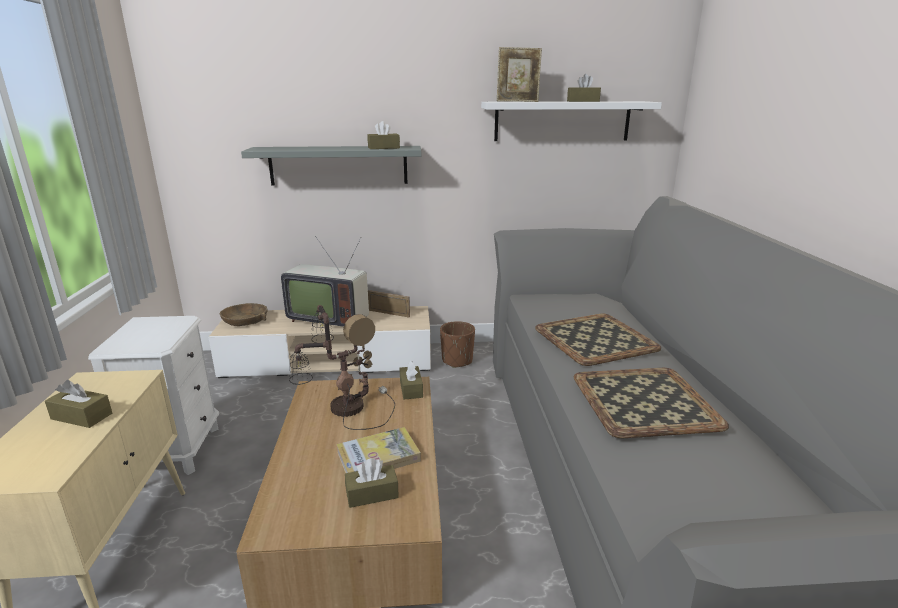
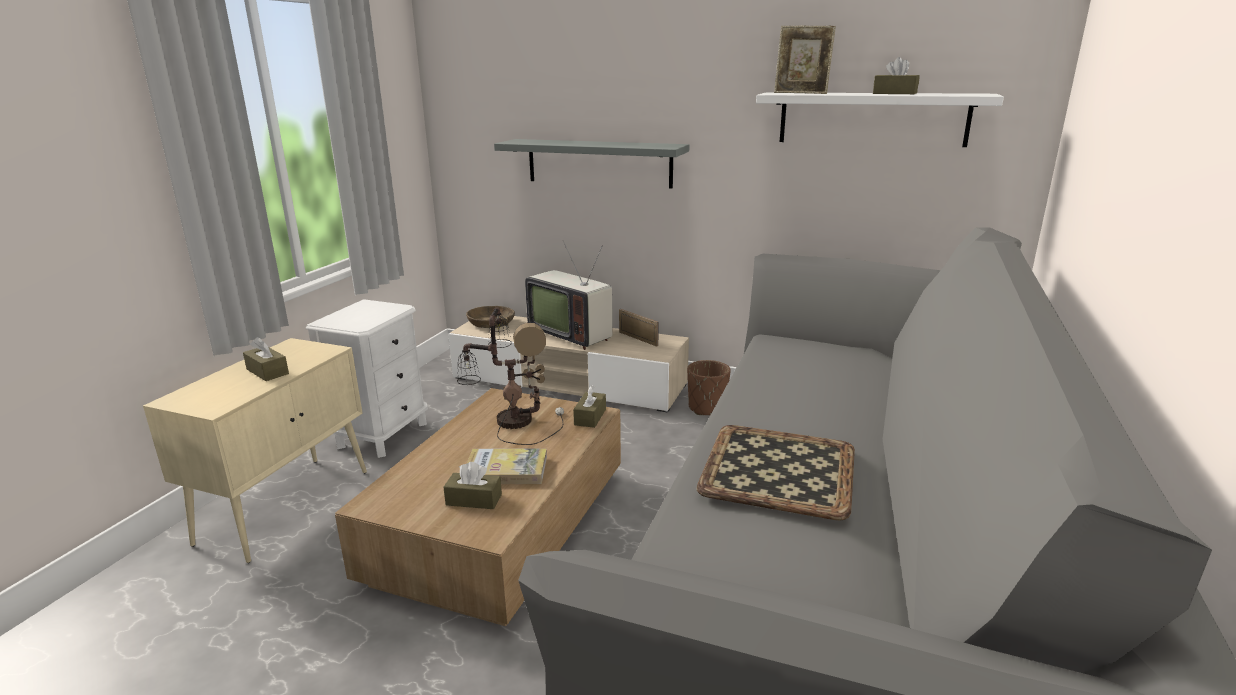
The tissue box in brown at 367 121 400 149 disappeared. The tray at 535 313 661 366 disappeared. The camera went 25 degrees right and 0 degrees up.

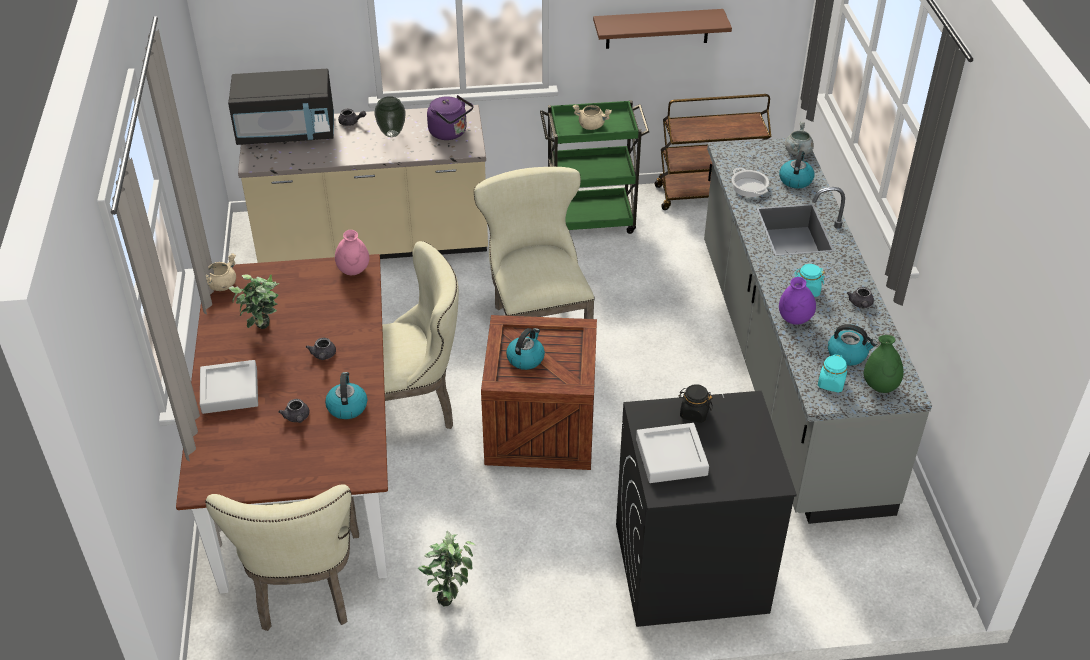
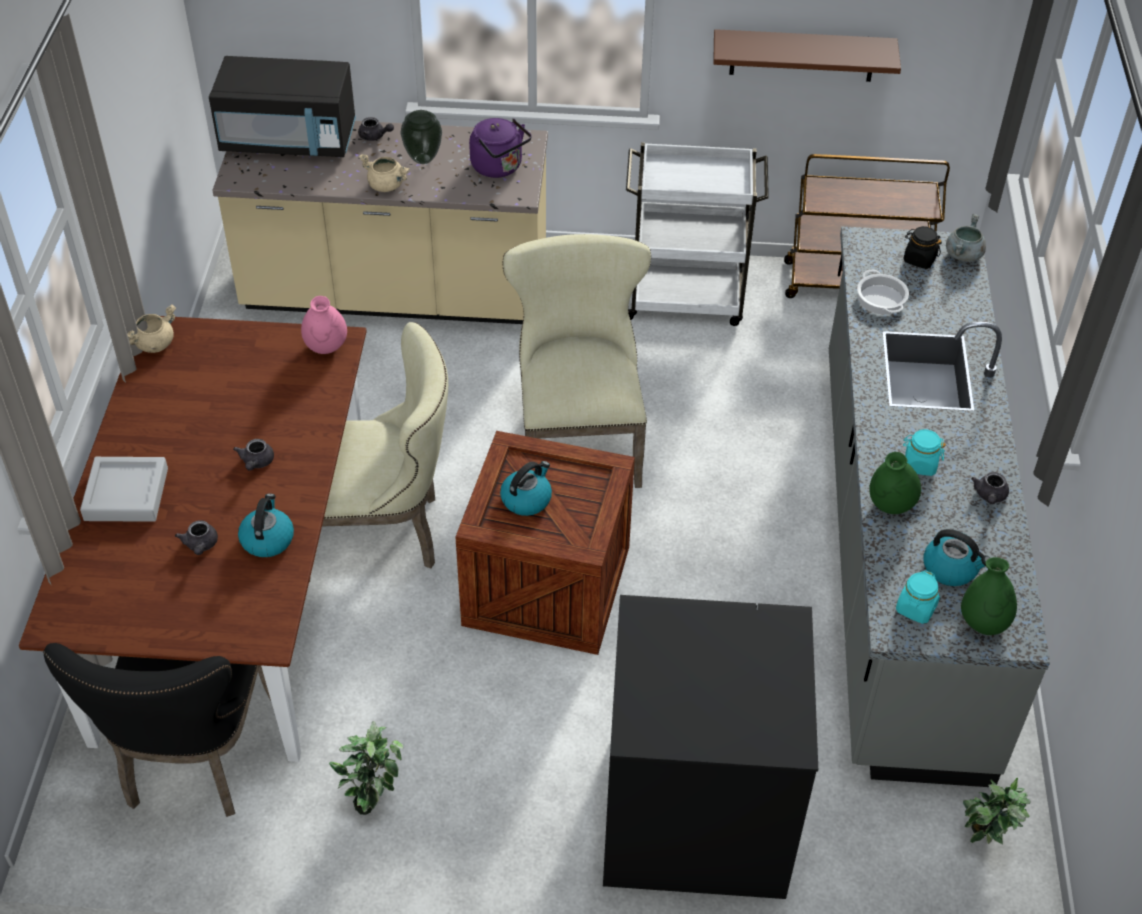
The tray in grey at 636 423 709 483 disappeared. The kettle at 779 150 815 188 disappeared. The potted plant moved from 229 274 279 329 to 963 778 1031 844. The cooking pot in beige moved from 573 105 612 130 to 359 154 409 192. The jar in black moved from 678 384 713 423 to 903 226 942 269. The chair in beige at 205 484 359 631 became the chair in black at 43 643 271 817. The cart in green at 540 100 649 234 became the cart in white at 626 142 769 326. The vase in purple at 779 277 816 325 became the vase in green at 869 452 921 514. The camera went 10 degrees right and 5 degrees up.

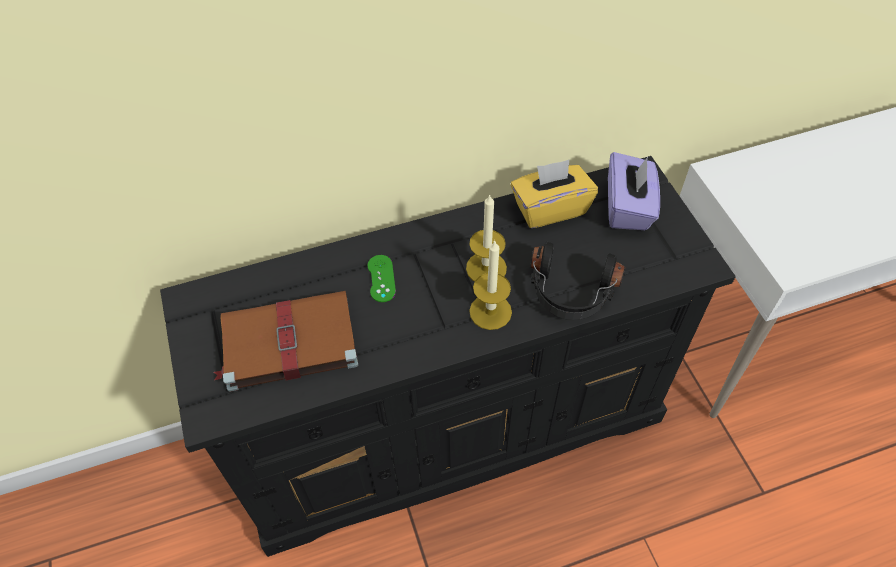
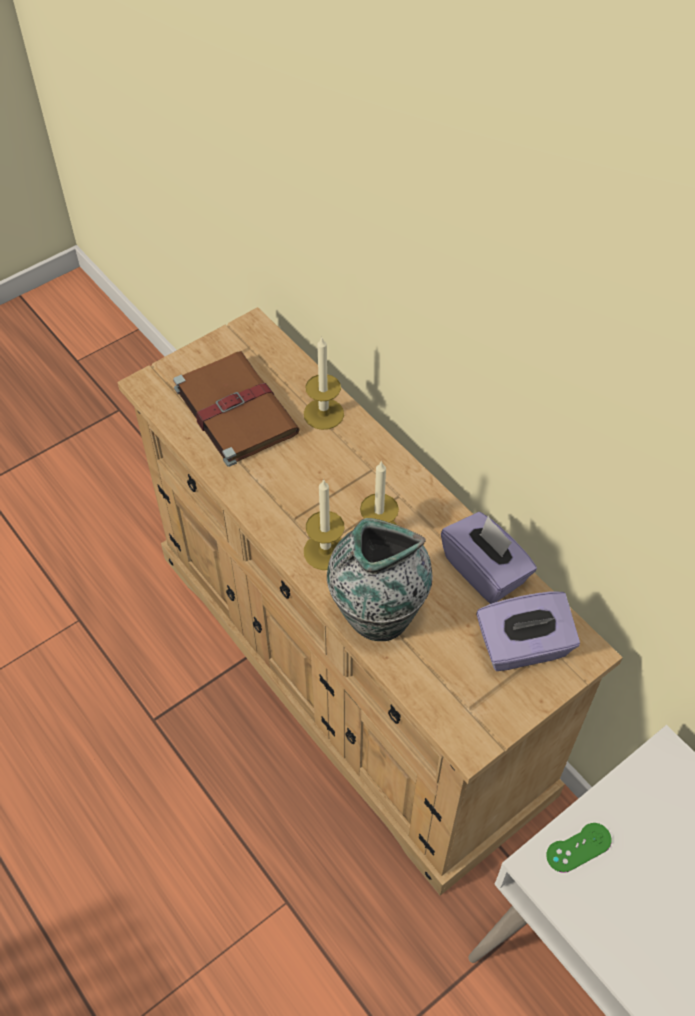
The candle at 304 336 344 430 appeared. The game controller in green moved from 367 255 396 302 to 546 823 612 873. The headphones in black at 530 242 625 320 was replaced by the vase at 327 518 433 641. The dresser in black at 160 156 736 557 became the dresser in beige at 117 307 623 896. The tissue box in yellow at 511 160 598 228 became the tissue box in purple at 441 512 537 604. The camera went 70 degrees right and 0 degrees up.

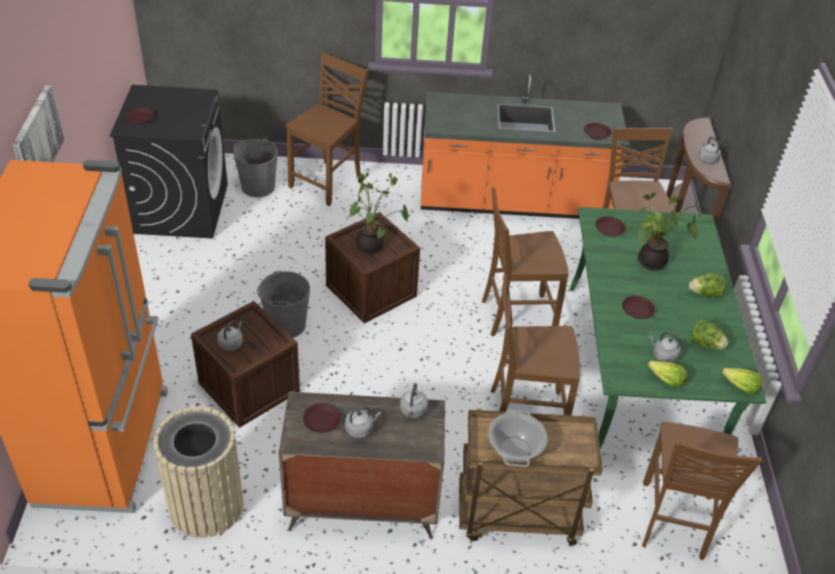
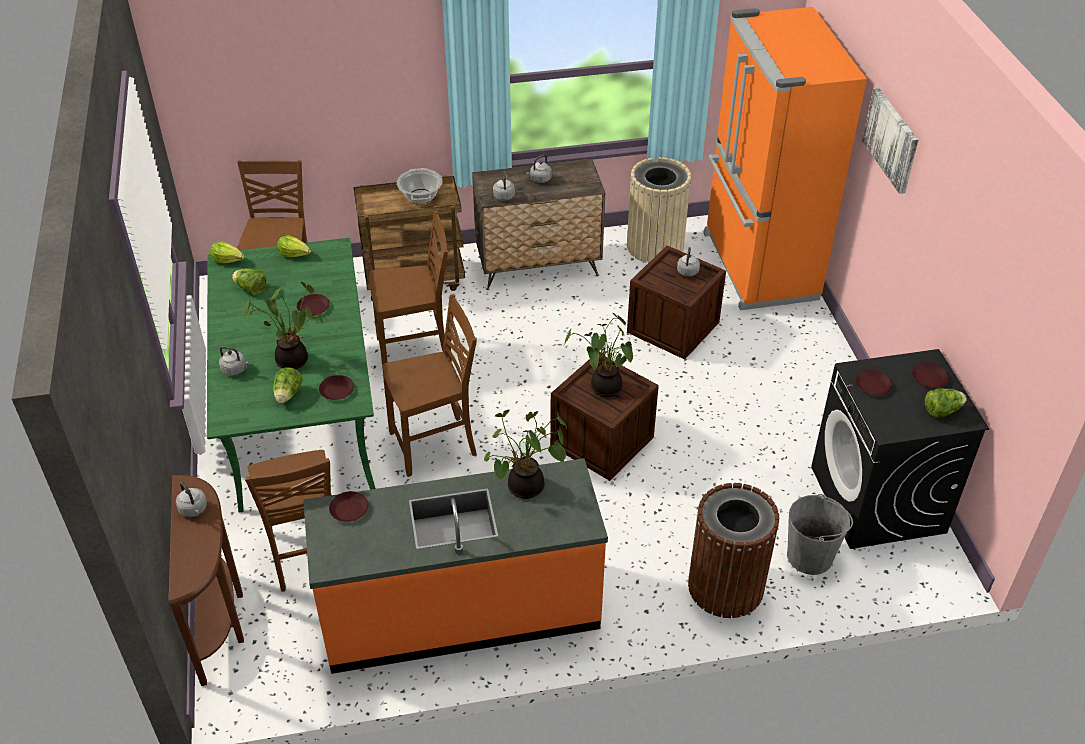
The bucket in grey at 257 270 310 338 disappeared. The potted plant at 484 409 567 499 appeared. The plate in brown moved from 303 403 341 433 to 855 370 892 395. The kettle in grey moved from 650 332 681 363 to 219 346 249 376. The lettuce moved from 689 272 726 297 to 925 388 967 417. The chair in brown at 286 52 369 206 was replaced by the trash can in brown at 688 483 779 618. The camera went 170 degrees right and 0 degrees up.

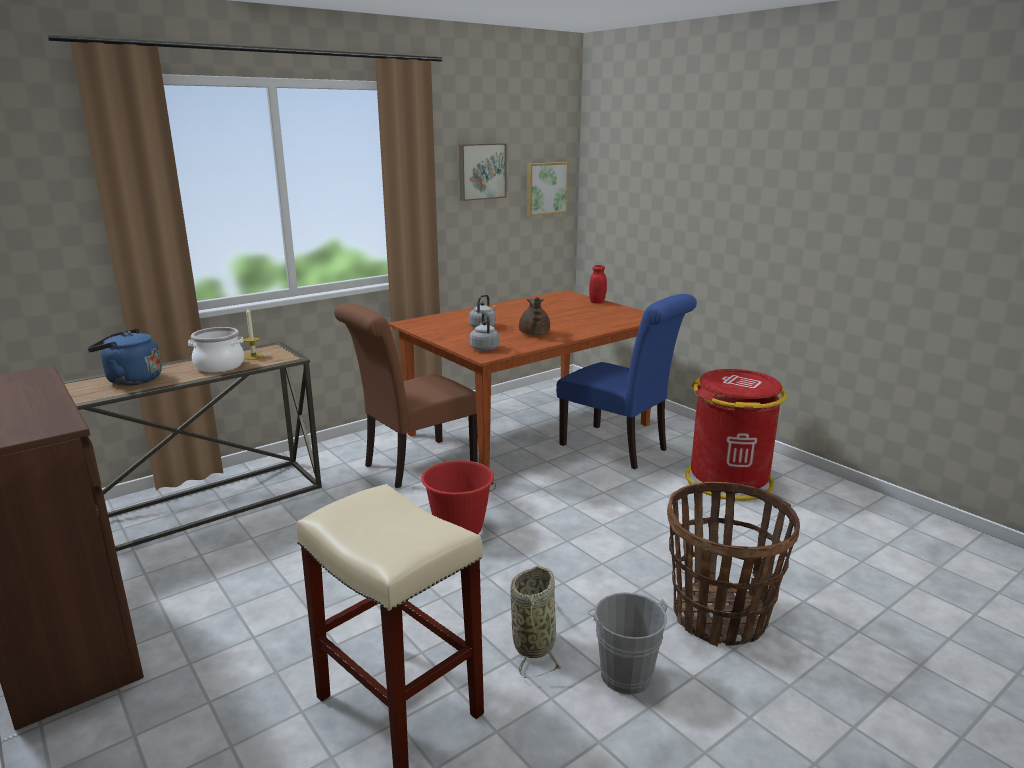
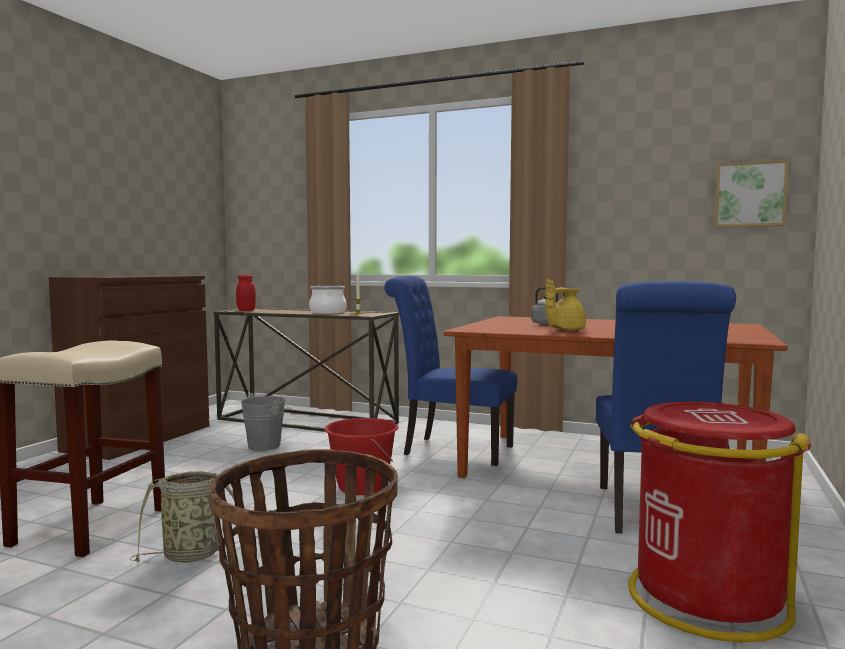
The kettle in blue at 88 329 162 386 disappeared. The picture at 459 143 507 201 disappeared. The kettle in grey at 470 312 499 351 disappeared. The bucket in grey moved from 588 592 668 695 to 241 393 294 451. The jar in red moved from 589 265 607 304 to 236 275 256 311. The chair in brown at 334 303 478 488 became the chair in blue at 384 276 517 466. The teapot in brown at 519 297 550 335 became the teapot in yellow at 545 279 586 330. The camera went 60 degrees right and 15 degrees down.

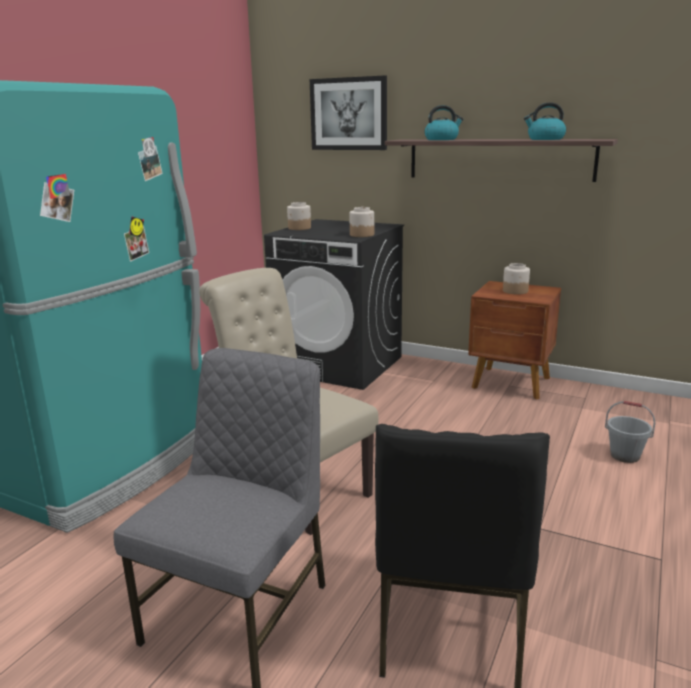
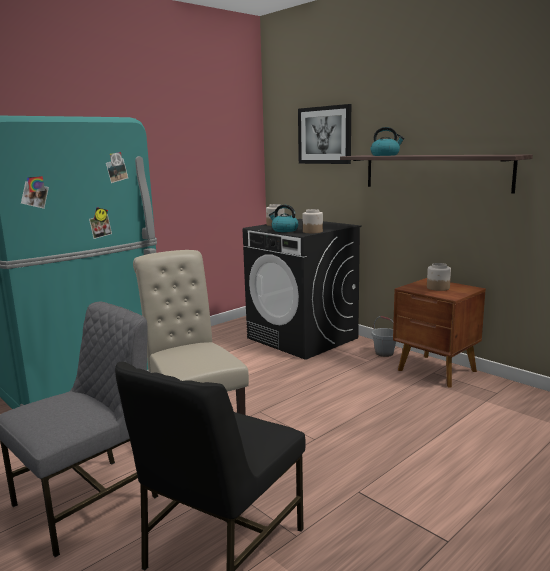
The kettle moved from 524 102 566 140 to 269 205 299 232. The bucket in grey moved from 605 401 655 463 to 372 316 396 357. The camera went 20 degrees right and 5 degrees down.

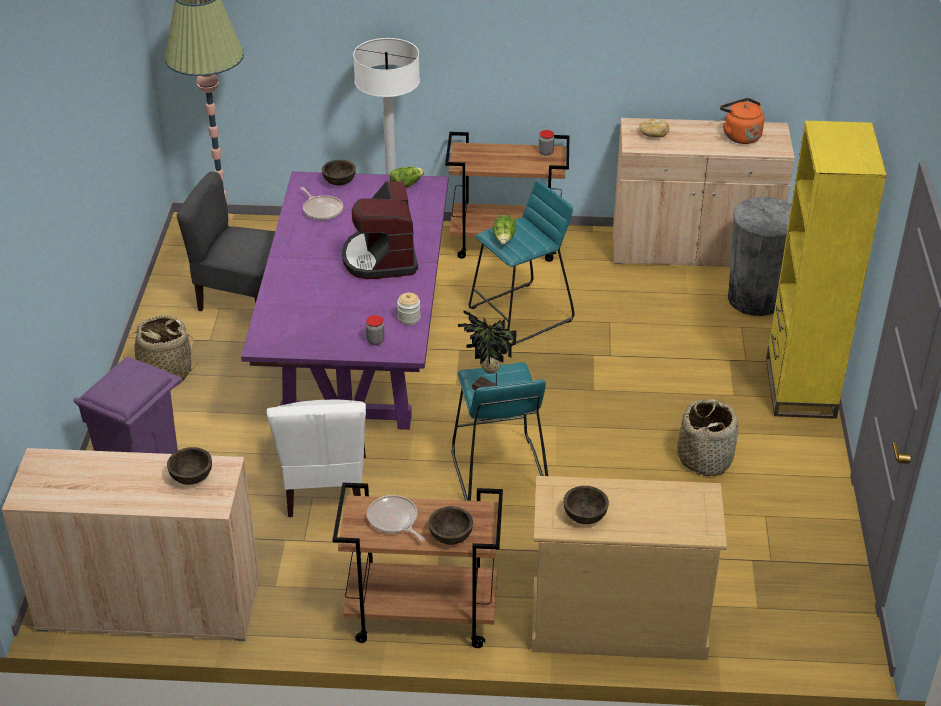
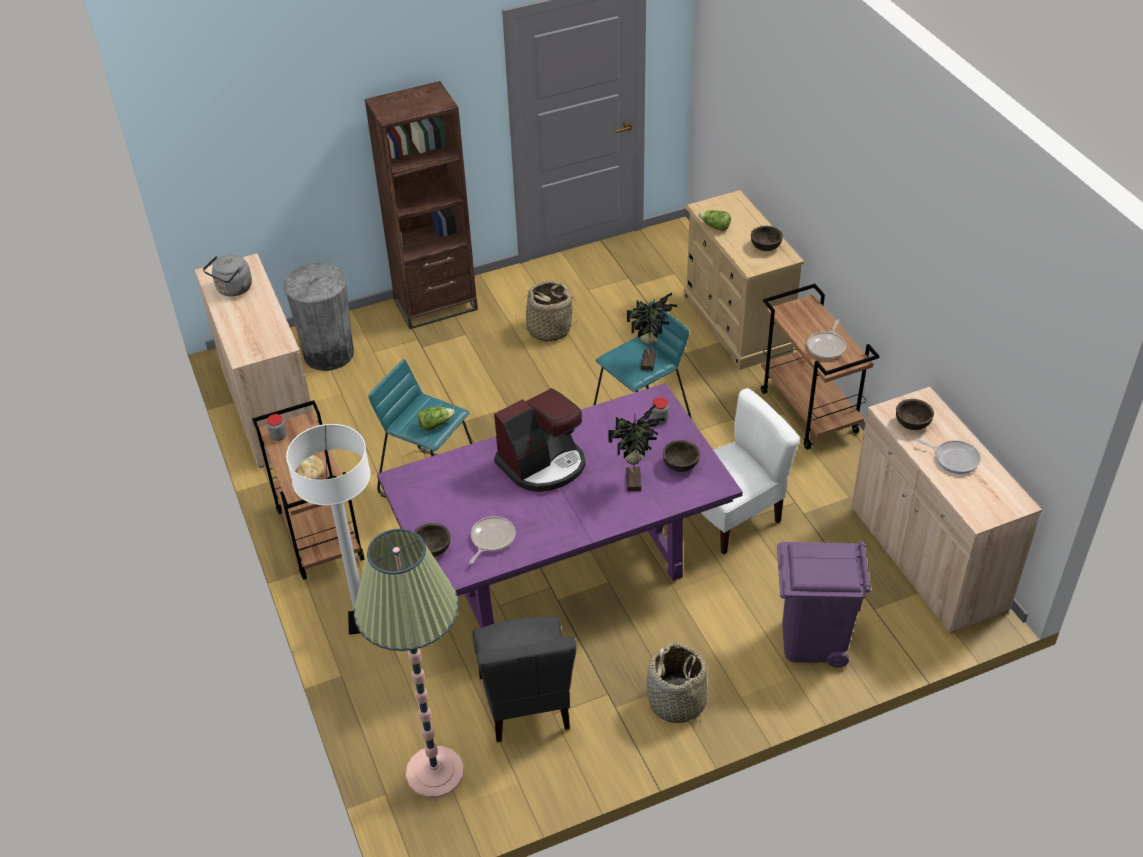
The jar at 397 293 421 325 disappeared. The potted plant at 609 405 665 491 appeared. The frying pan at 916 439 981 474 appeared. The lettuce moved from 389 167 424 188 to 698 210 731 231. The bowl in brown moved from 428 506 473 545 to 663 440 700 472. The bread moved from 639 119 669 138 to 297 455 325 480. The kettle in orange at 720 98 764 144 became the kettle in grey at 203 254 252 296. The bookcase in yellow at 766 121 887 419 became the bookcase in brown at 365 81 478 329. The camera went 115 degrees left and 5 degrees up.

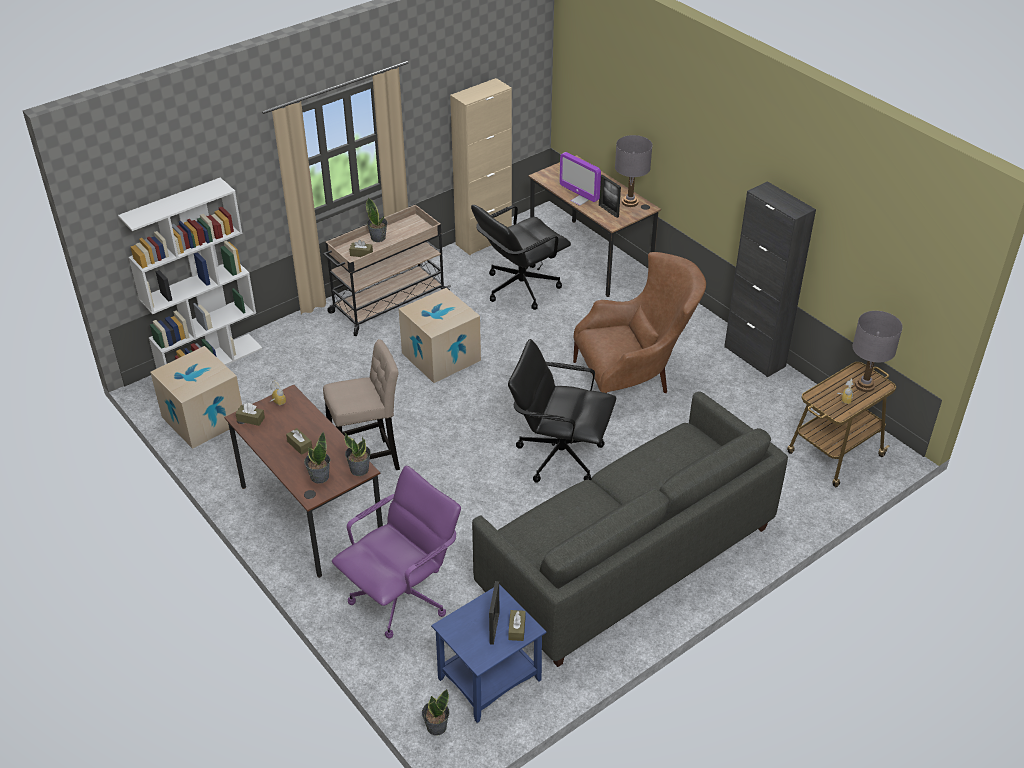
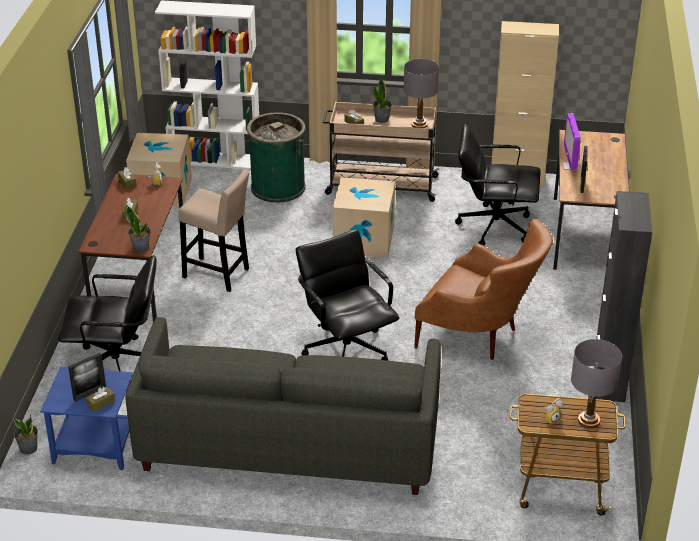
The potted plant at 304 432 330 484 disappeared. The trash can in green at 247 112 306 203 appeared. The table lamp in grey moved from 615 135 652 207 to 403 59 439 128. The office chair in purple at 332 466 461 639 became the office chair in black at 58 255 157 371. The camera went 45 degrees right and 5 degrees down.

